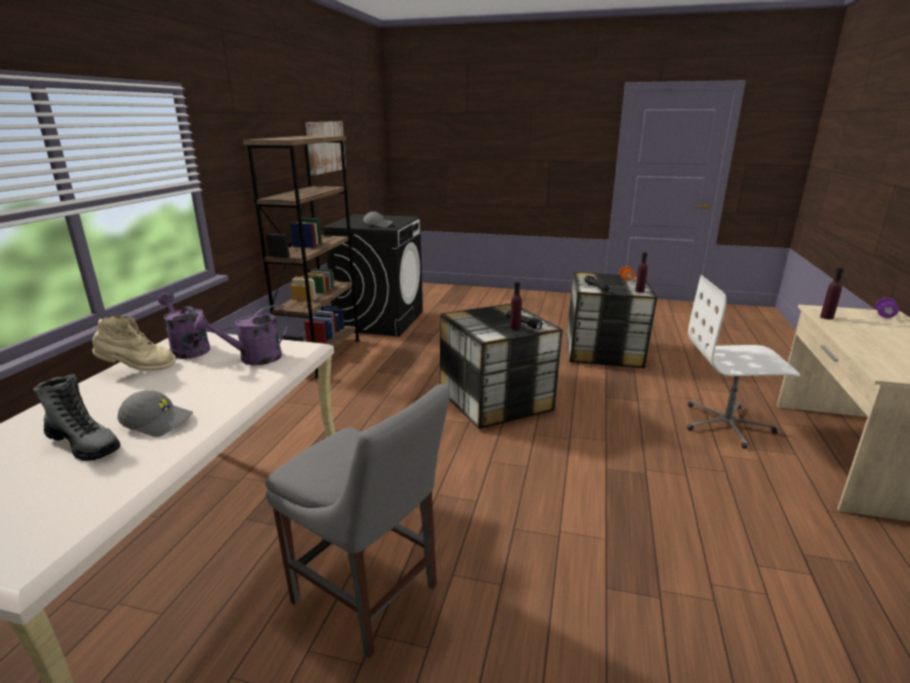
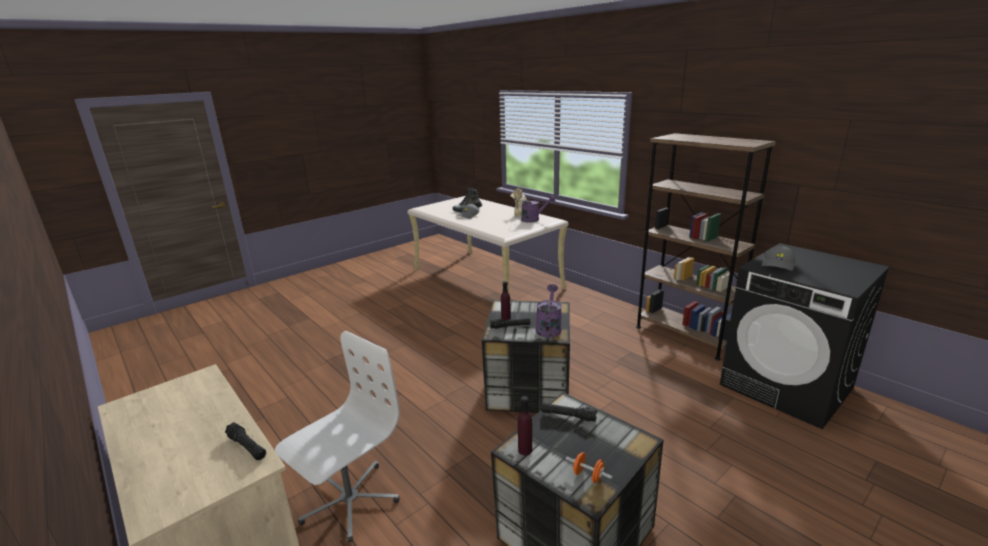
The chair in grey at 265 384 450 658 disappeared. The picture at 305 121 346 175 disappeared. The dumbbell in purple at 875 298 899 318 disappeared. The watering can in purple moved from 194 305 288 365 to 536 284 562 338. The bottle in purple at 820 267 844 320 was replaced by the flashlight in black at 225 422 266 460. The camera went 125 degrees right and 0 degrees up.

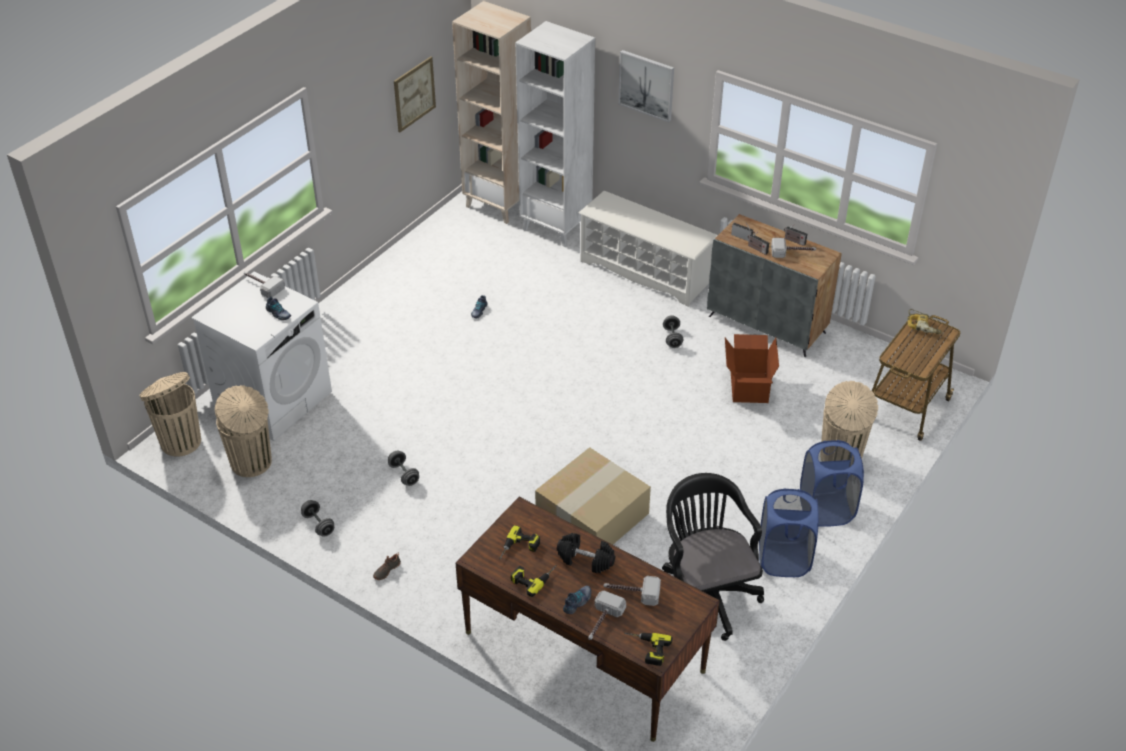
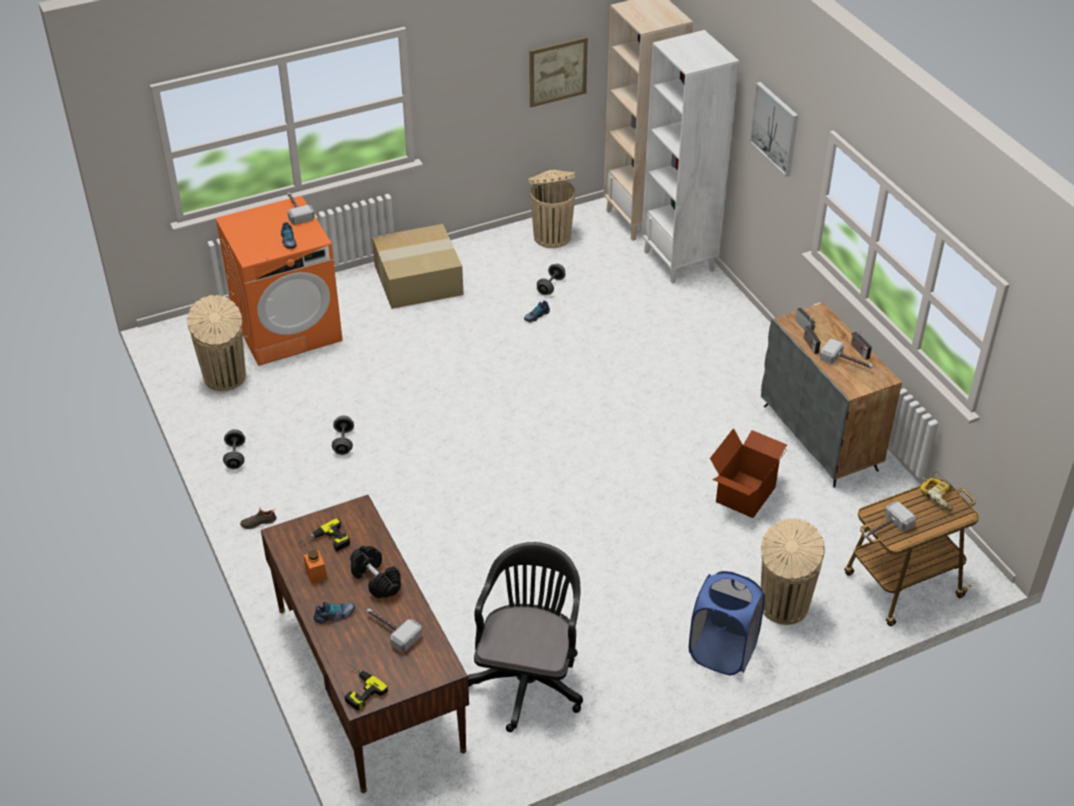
The shoe rack in white at 579 191 718 307 disappeared. The laundry basket in blue at 759 488 819 577 disappeared. The trash can in beige moved from 140 372 201 457 to 528 170 576 248. The cardboard box moved from 535 447 651 545 to 372 224 464 309. The hammer moved from 588 590 626 640 to 863 502 916 538. The dumbbell in grey moved from 663 315 683 348 to 537 264 565 295. The power drill at 511 565 557 597 was replaced by the jar in orange at 304 550 327 584. The washing machine in white at 191 271 332 441 became the washing machine in orange at 215 196 343 366. The camera went 30 degrees right and 0 degrees up.

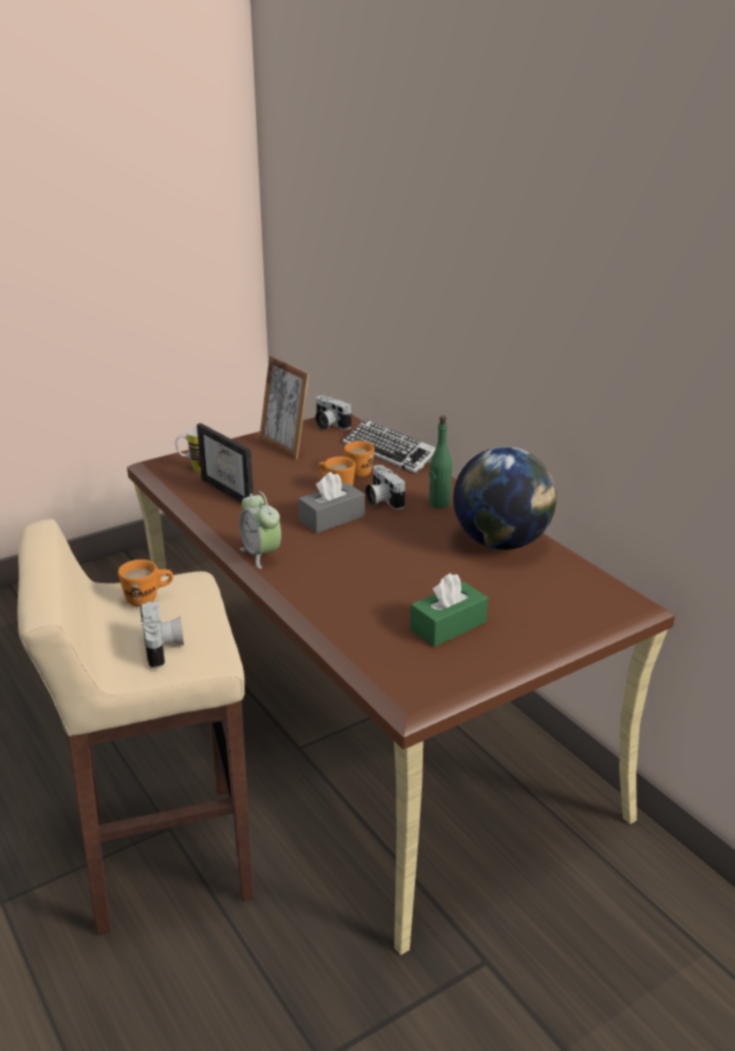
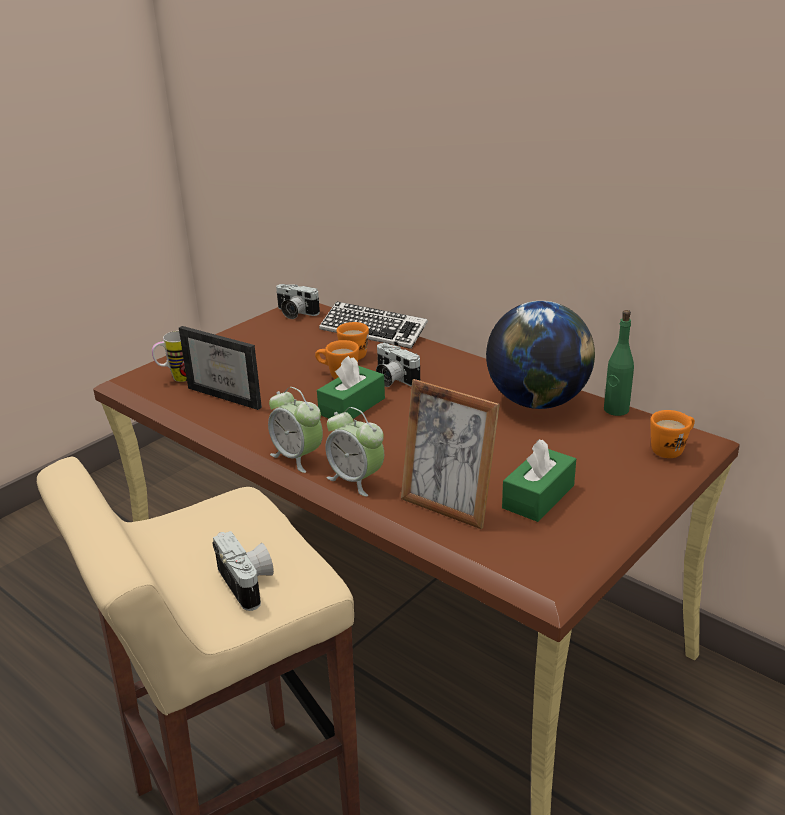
The alarm clock at 325 407 384 497 appeared. The mug in orange moved from 118 559 173 606 to 650 410 695 458. The picture frame moved from 259 355 309 459 to 401 379 500 529. The bottle in green moved from 429 416 452 508 to 604 310 634 416. The tissue box in grey at 298 472 365 533 became the tissue box in green at 317 356 385 419. The camera went 15 degrees left and 0 degrees up.

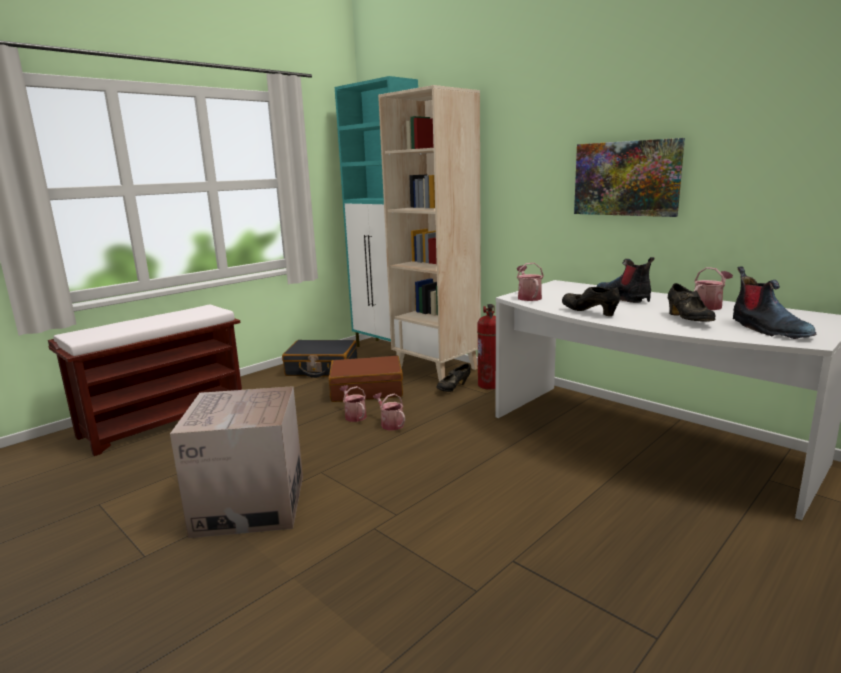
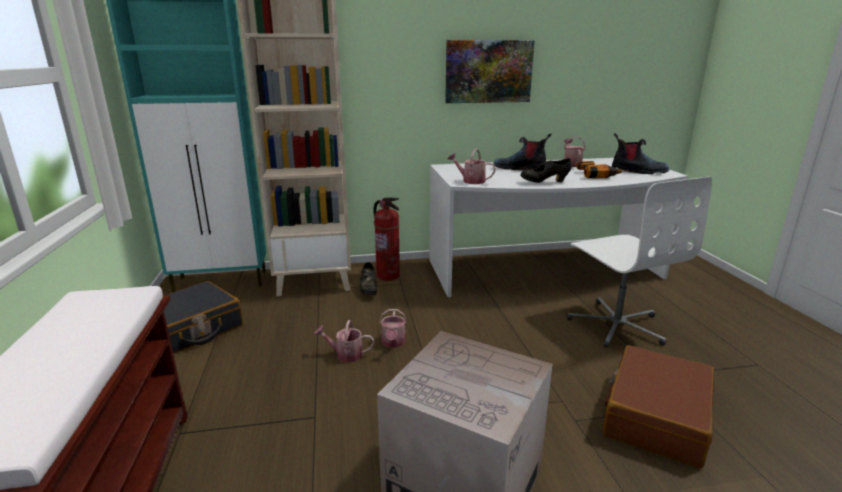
The office chair in white at 567 176 712 348 appeared. The suitcase in brown moved from 328 355 403 402 to 603 345 714 468. The shoe in black at 668 283 715 322 was replaced by the power drill at 577 161 629 178. The watering can at 373 393 405 430 turned 90 degrees counterclockwise. The camera went 55 degrees left and 5 degrees up.

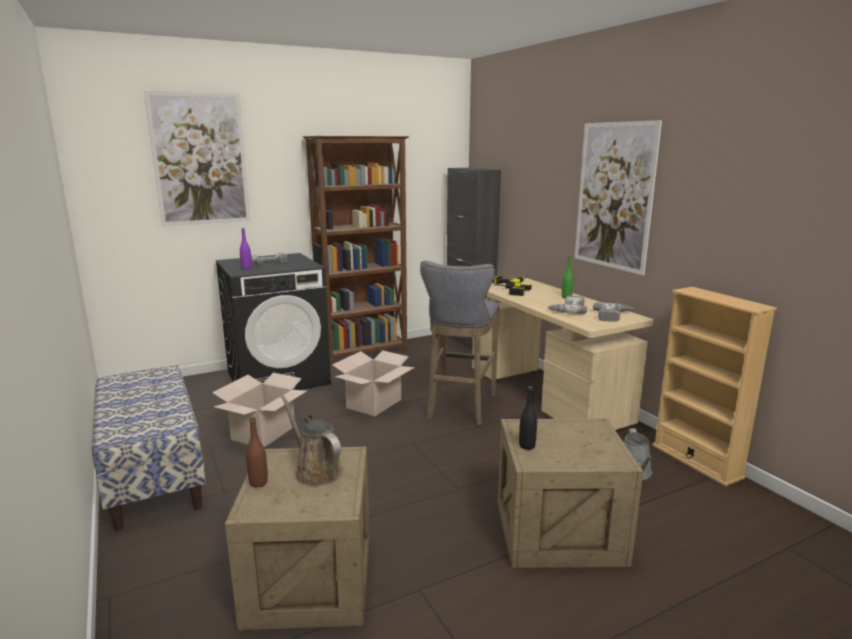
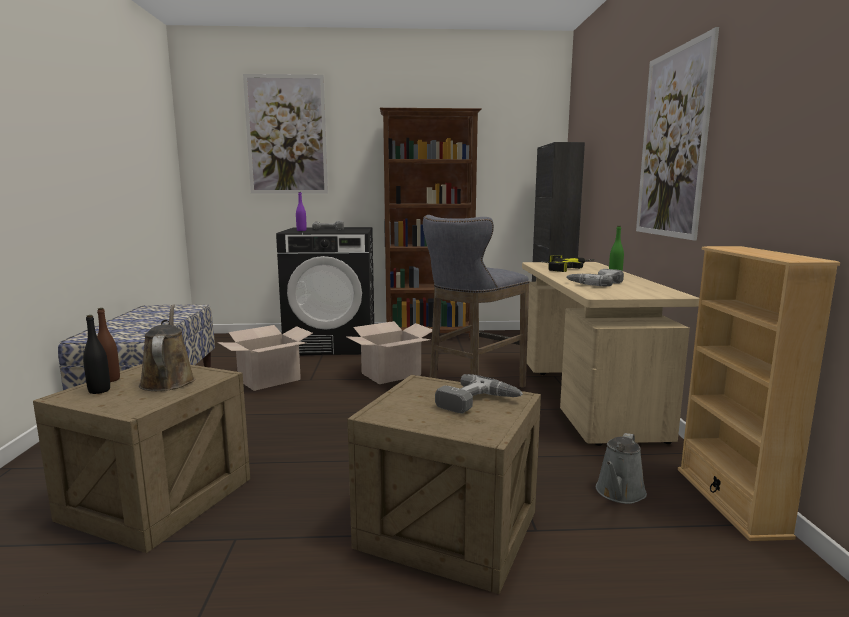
The bottle in black moved from 519 386 537 450 to 83 315 110 394. The power drill moved from 593 302 633 322 to 435 374 523 414. The camera went 25 degrees right and 5 degrees down.

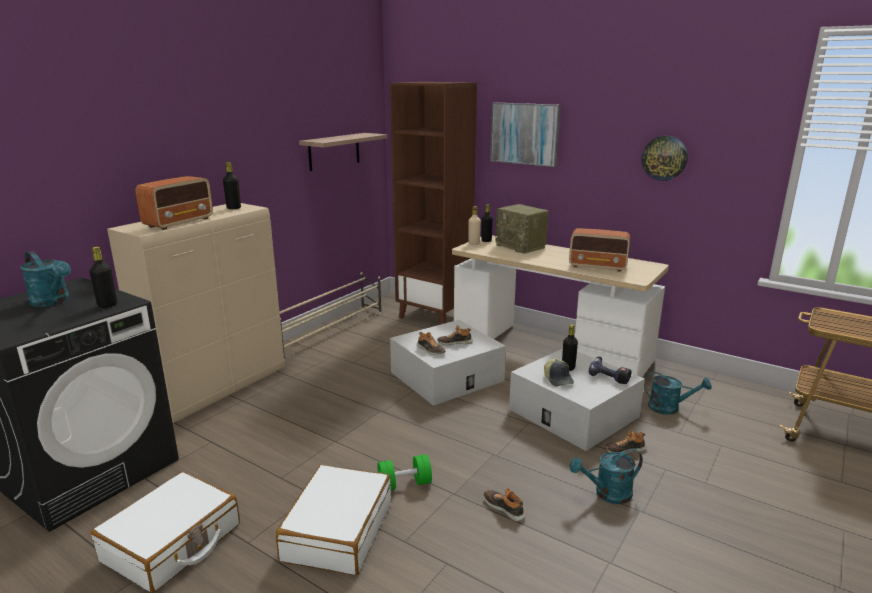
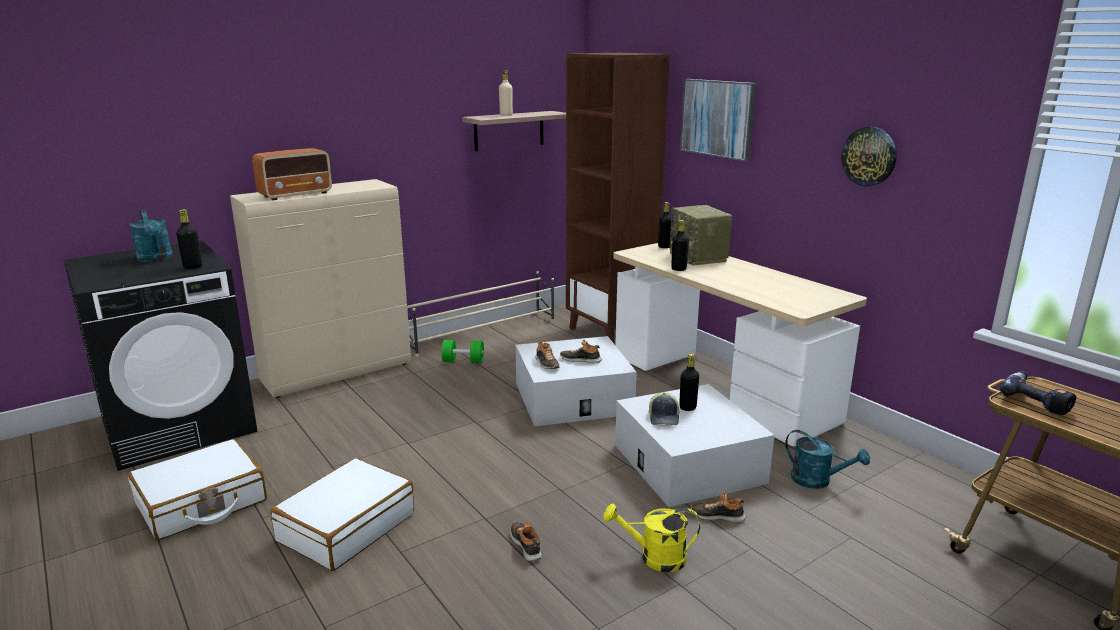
The radio at 569 228 630 272 disappeared. The bottle in black moved from 223 162 241 209 to 671 220 689 271. The dumbbell in green moved from 378 454 432 490 to 442 340 484 363. The bottle in beige moved from 468 206 481 245 to 499 70 513 116. The power drill moved from 589 356 632 384 to 1000 371 1076 415. The watering can in turquoise at 569 449 643 504 became the watering can in yellow at 603 504 700 572. The camera went 20 degrees right and 0 degrees up.

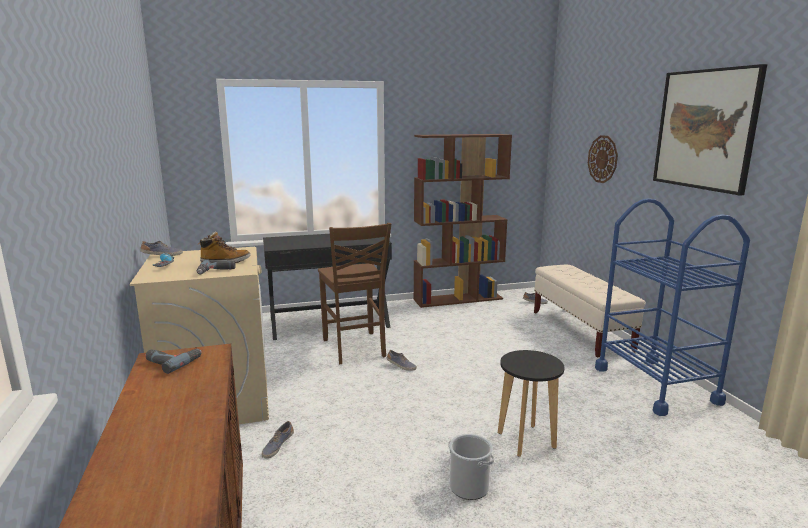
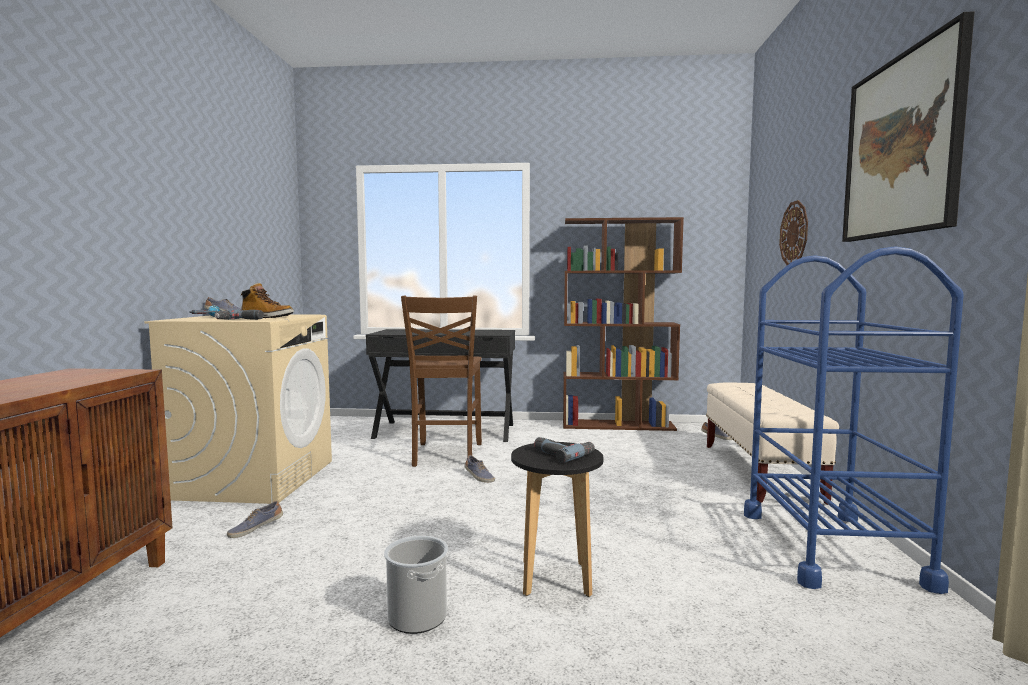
The power drill moved from 145 348 202 374 to 534 437 595 463. The camera went 20 degrees right and 10 degrees down.

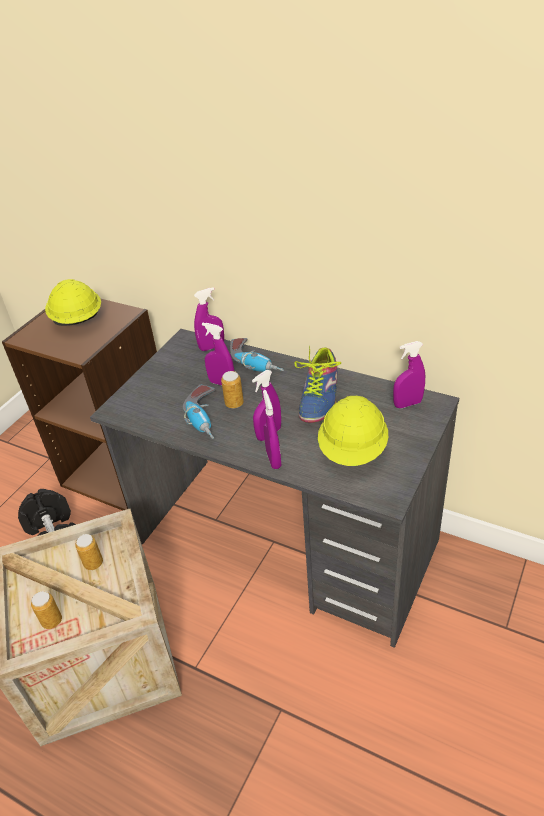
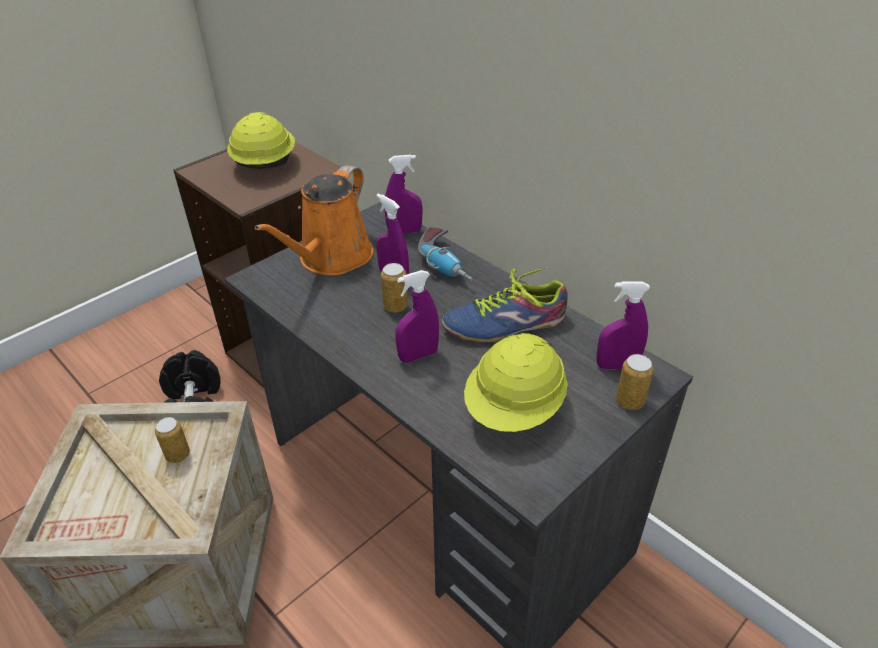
The power drill at 183 385 215 439 disappeared. The spray bottle in purple at 263 390 281 469 disappeared. The watering can in orange at 254 165 373 276 appeared. The can moved from 31 591 62 629 to 616 354 654 410. The shoe at 295 345 341 423 turned 45 degrees clockwise. The camera went 15 degrees right and 0 degrees up.

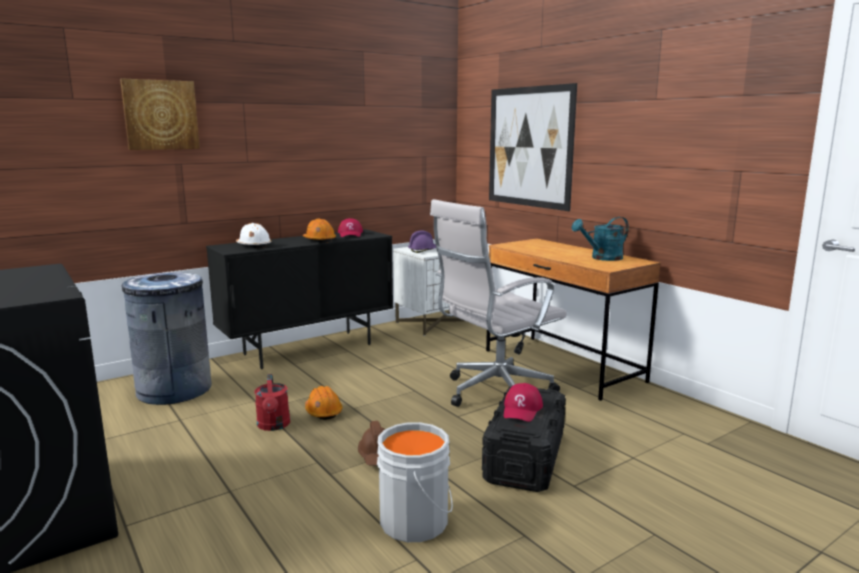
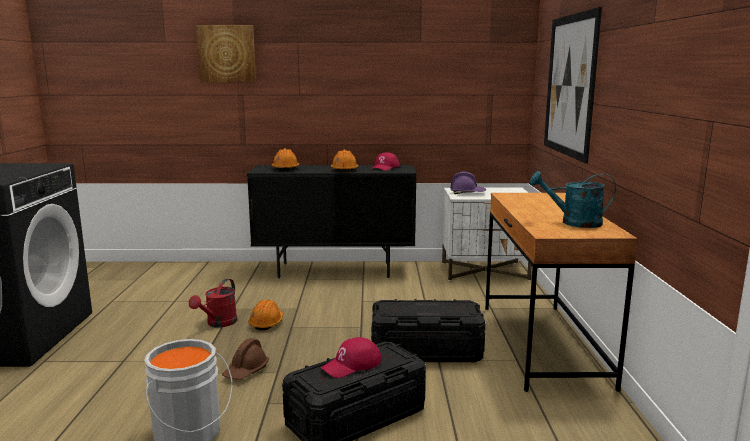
The trash can in grey at 118 272 212 405 disappeared. The office chair in white at 430 199 567 407 was replaced by the storage box in black at 371 299 486 362. The hard hat in white at 236 223 271 248 became the hard hat in orange at 272 148 299 171. The camera went 35 degrees right and 0 degrees up.

